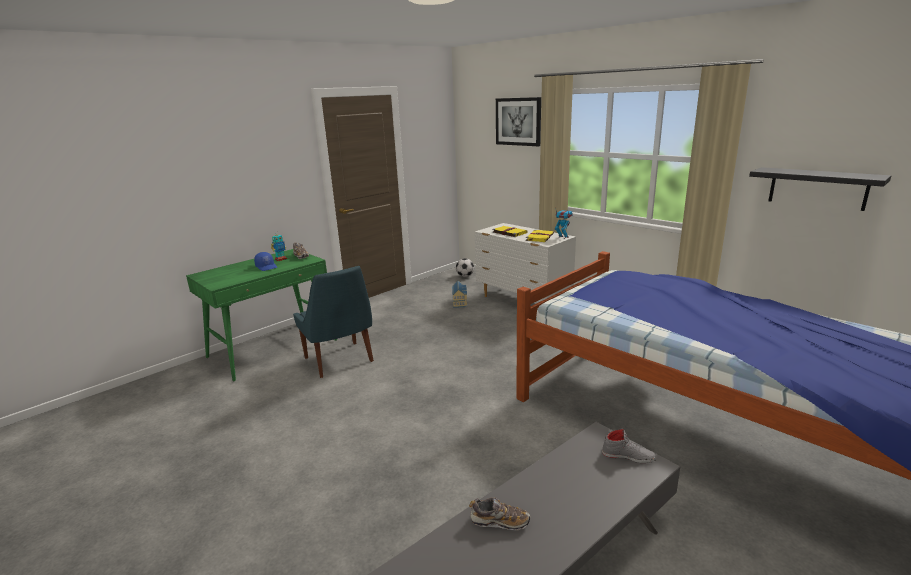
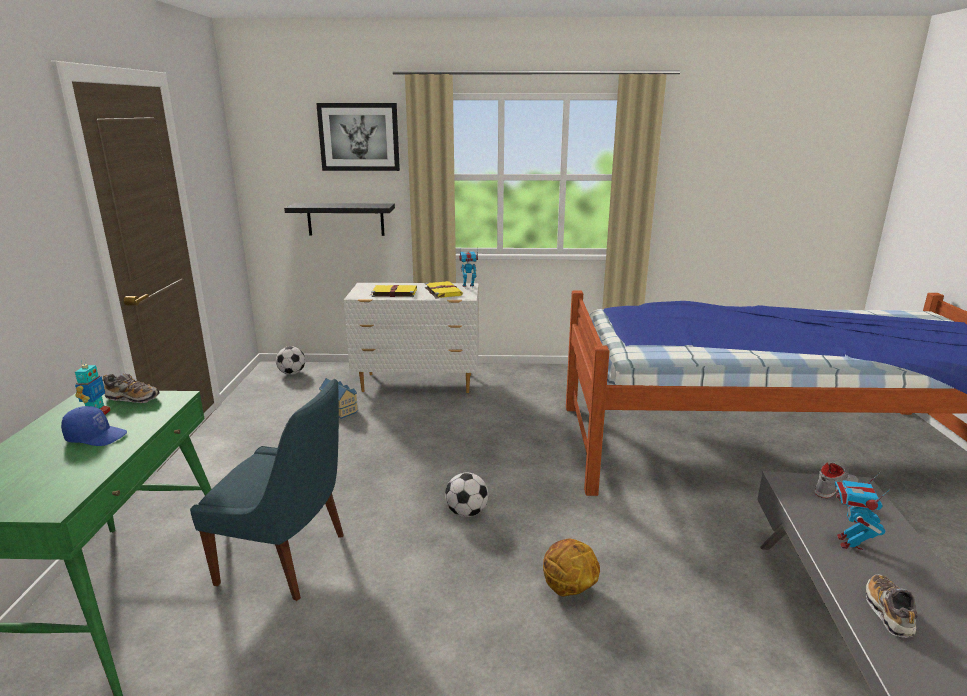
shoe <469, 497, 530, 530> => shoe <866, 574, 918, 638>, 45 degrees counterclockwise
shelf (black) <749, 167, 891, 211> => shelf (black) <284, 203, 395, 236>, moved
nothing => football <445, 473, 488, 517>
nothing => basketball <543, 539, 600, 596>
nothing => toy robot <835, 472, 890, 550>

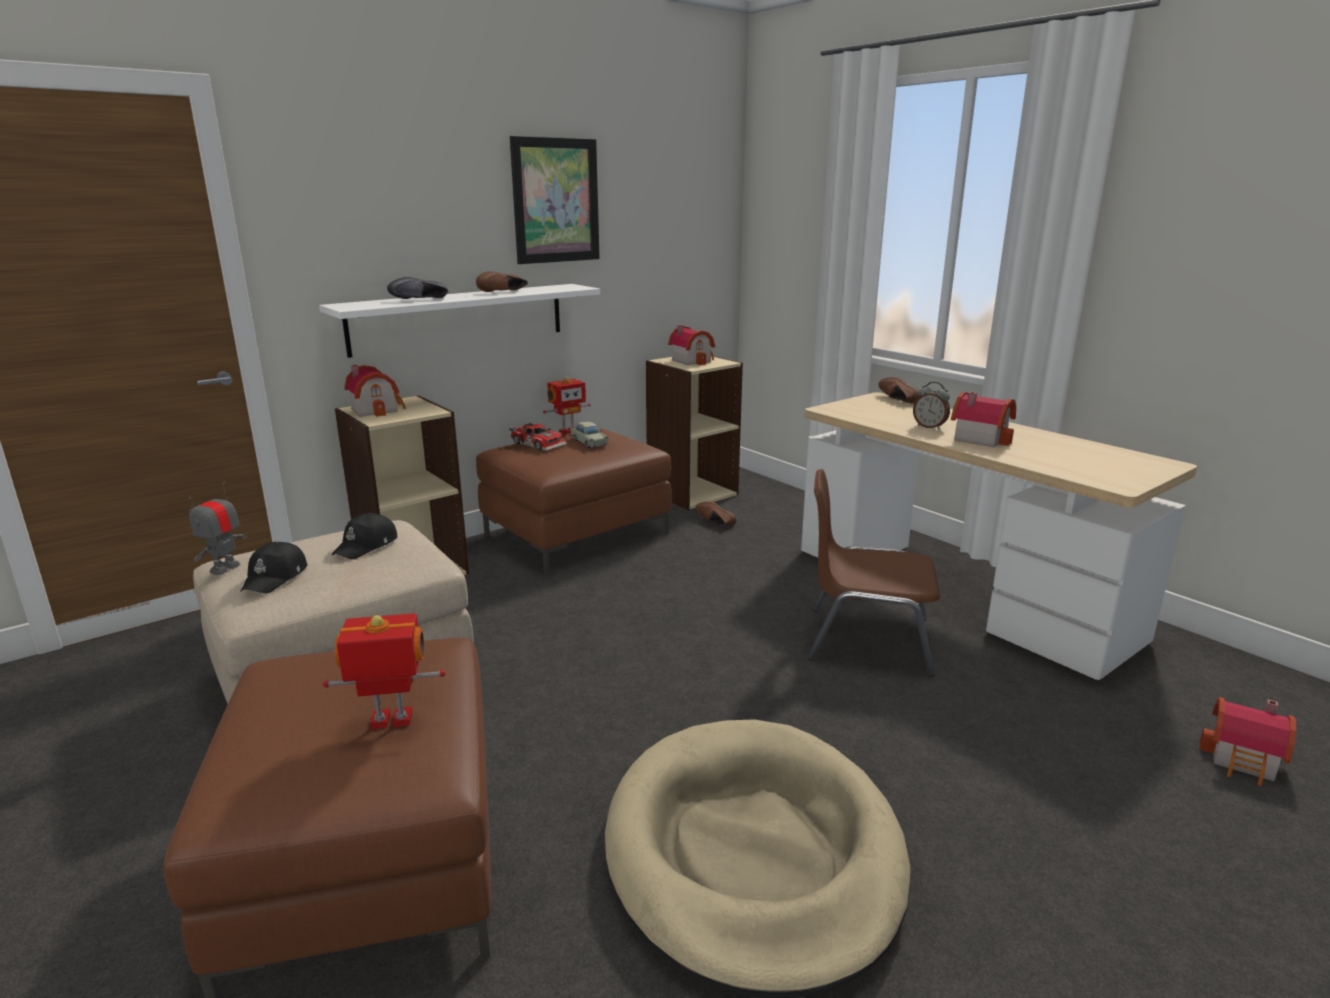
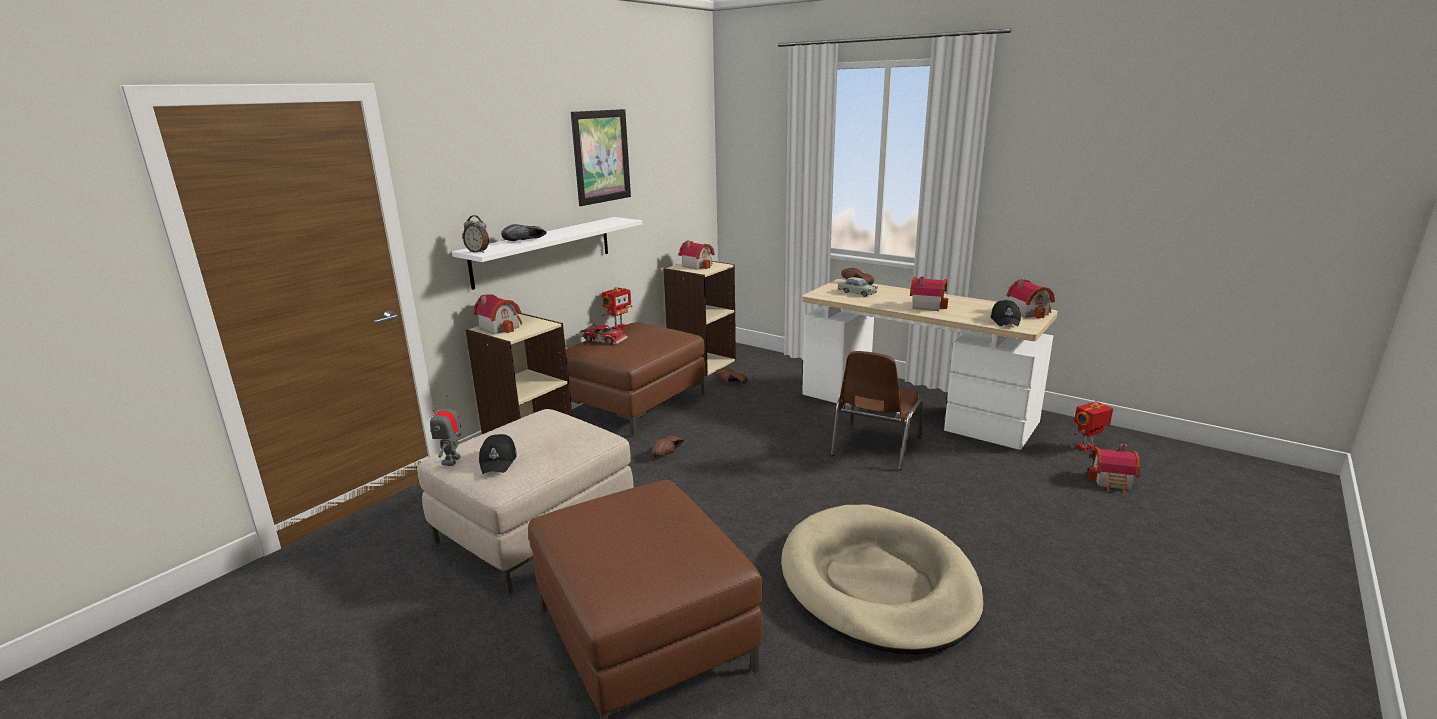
toy robot <323, 613, 446, 729> => toy robot <1074, 401, 1113, 451>, moved
cap (black) <332, 513, 397, 560> => cap (black) <991, 300, 1021, 327>, moved
shoe (brown) <476, 271, 528, 292> => shoe (brown) <653, 435, 684, 457>, moved
toy car (beige) <570, 422, 608, 448> => toy car (beige) <838, 277, 878, 297>, moved
chair (brown) <807, 469, 940, 677> => chair (brown) <831, 351, 923, 470>, 60 degrees counterclockwise
alarm clock <913, 382, 950, 430> => alarm clock <463, 215, 489, 253>, moved
nothing => toy house <1006, 279, 1055, 319>

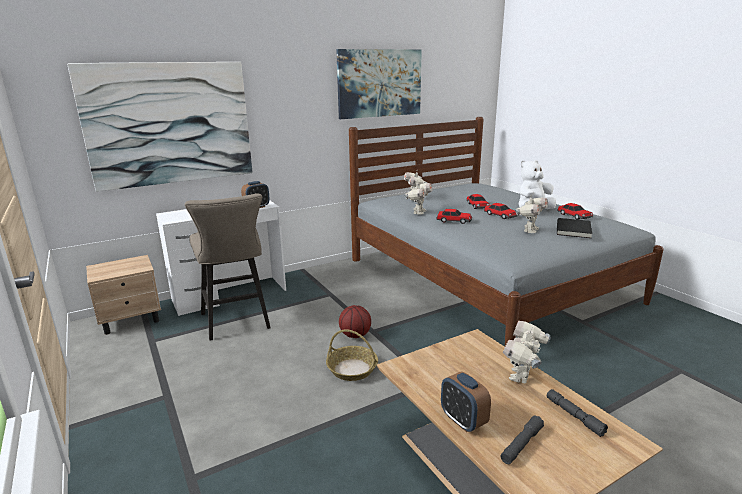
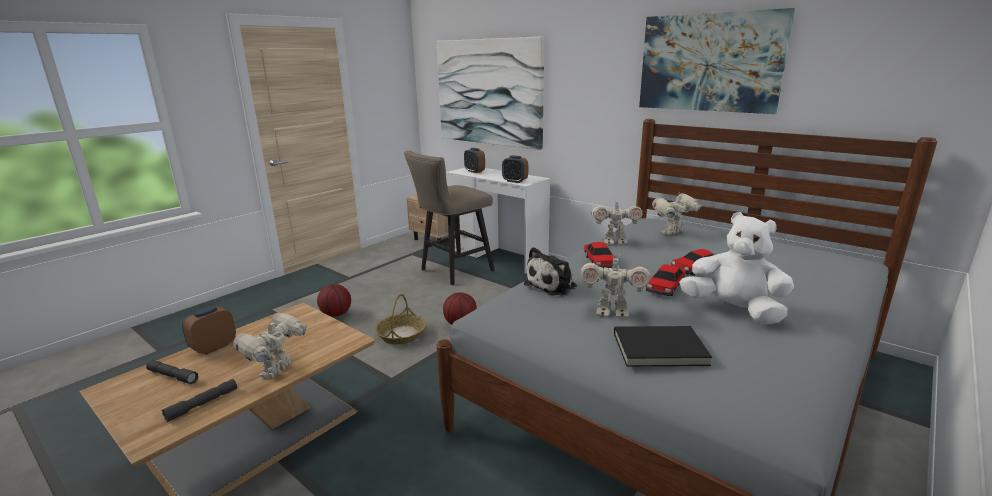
toy robot <503, 321, 551, 384> => toy robot <233, 313, 307, 379>, 75 degrees counterclockwise
toy car <557, 203, 593, 220> => nothing
nothing => basketball <317, 284, 351, 317>
nothing => alarm clock <464, 148, 485, 173>
nothing => plush toy <524, 247, 577, 296>

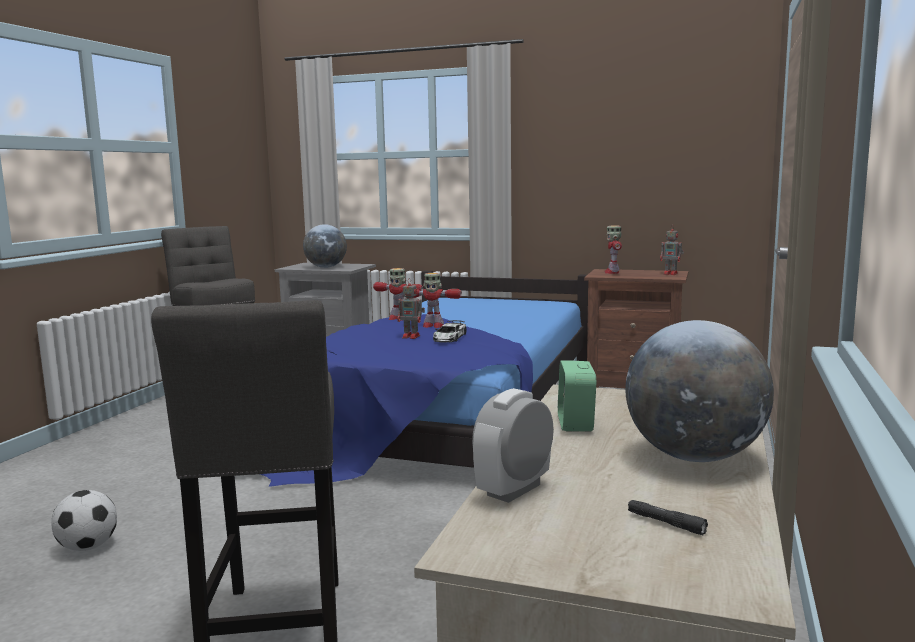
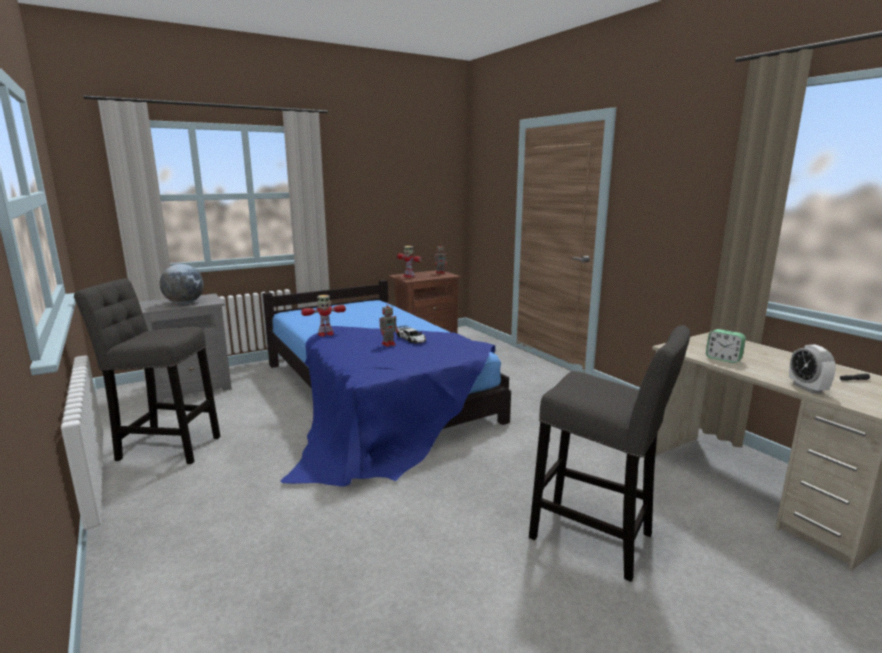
football <51, 490, 117, 551> => nothing
toy robot <406, 273, 462, 328> => nothing
globe <625, 320, 774, 462> => nothing

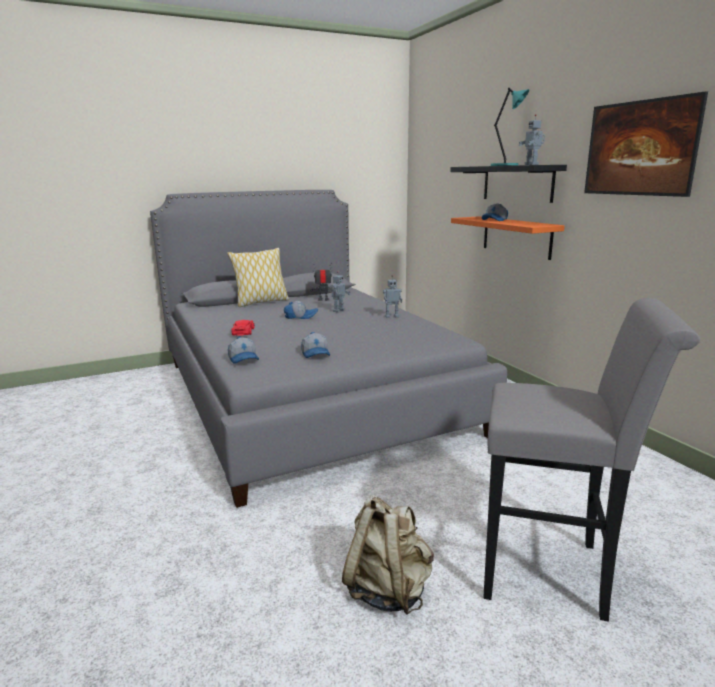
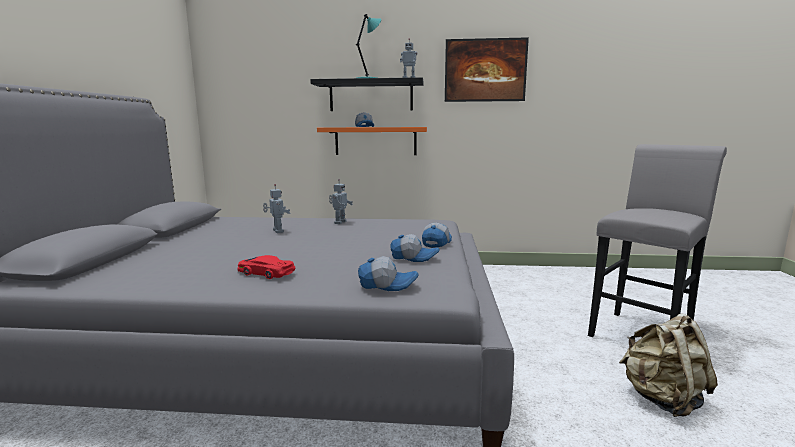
pillow <227, 248, 289, 307> => nothing
cap <284, 301, 318, 319> => cap <422, 223, 452, 248>, moved
toy robot <311, 263, 332, 301> => nothing

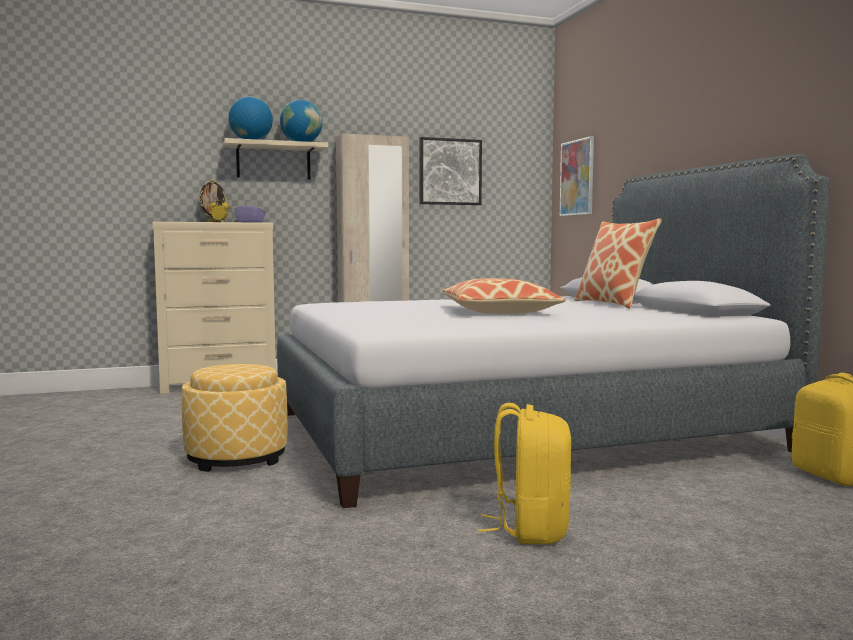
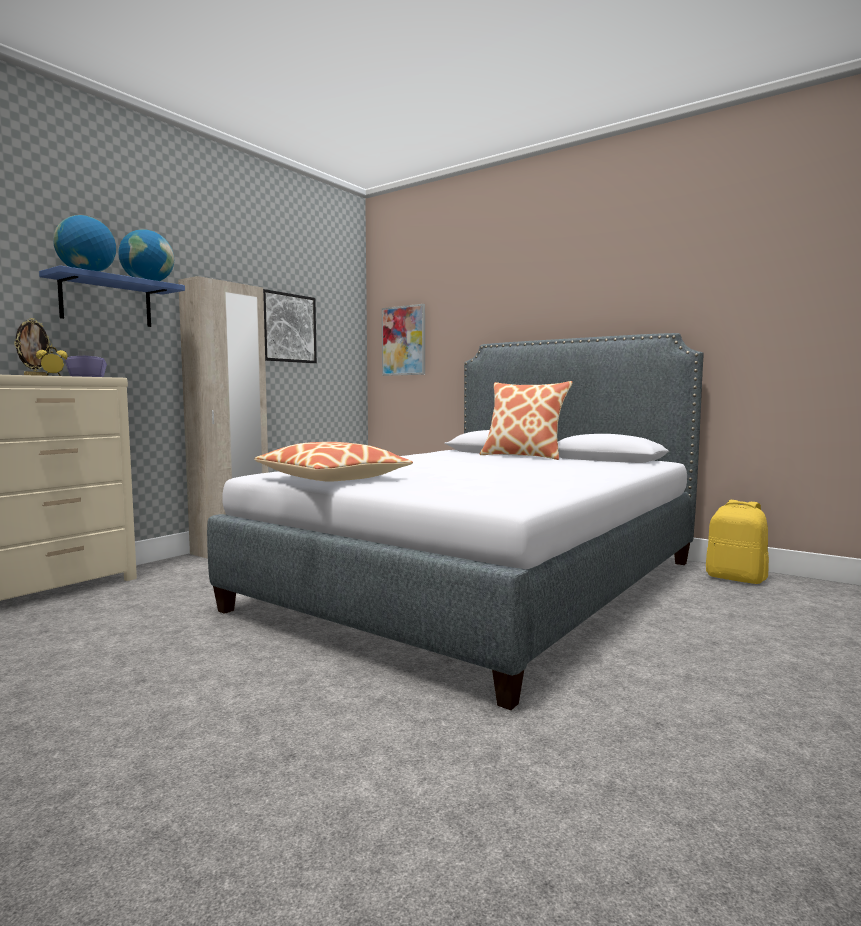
ottoman <182, 364, 288, 472> => nothing
shelf (beige) <223, 138, 328, 180> => shelf (blue) <39, 265, 185, 327>
pillow <442, 278, 566, 314> => pillow <254, 442, 413, 481>, moved
backpack (yellow) <478, 403, 571, 545> => nothing

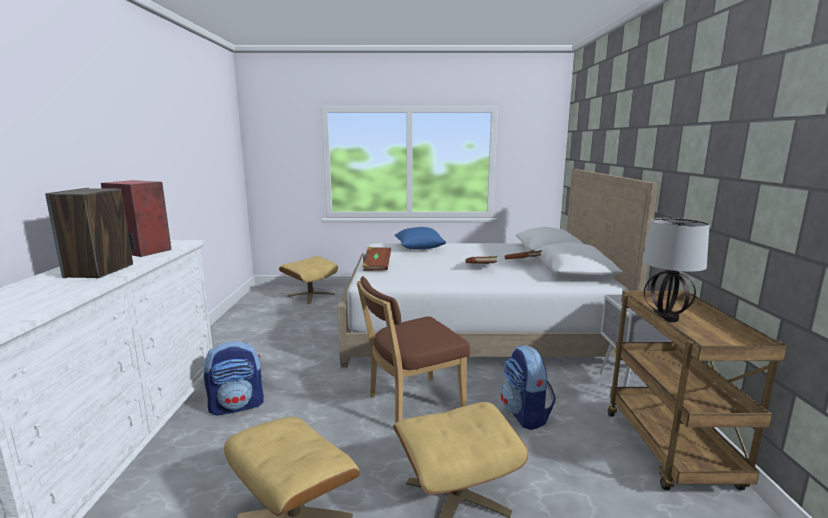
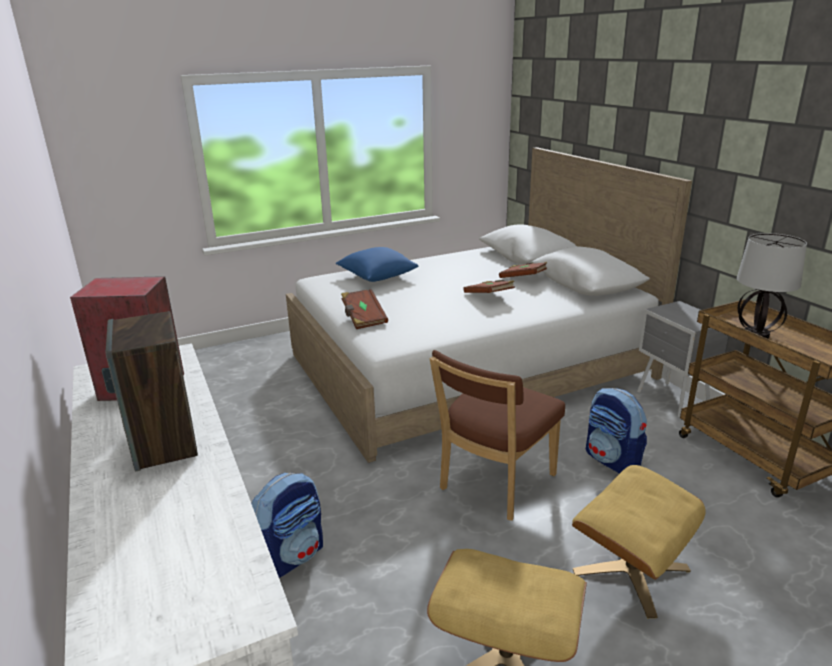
ottoman (beige) <279, 256, 338, 304> => nothing

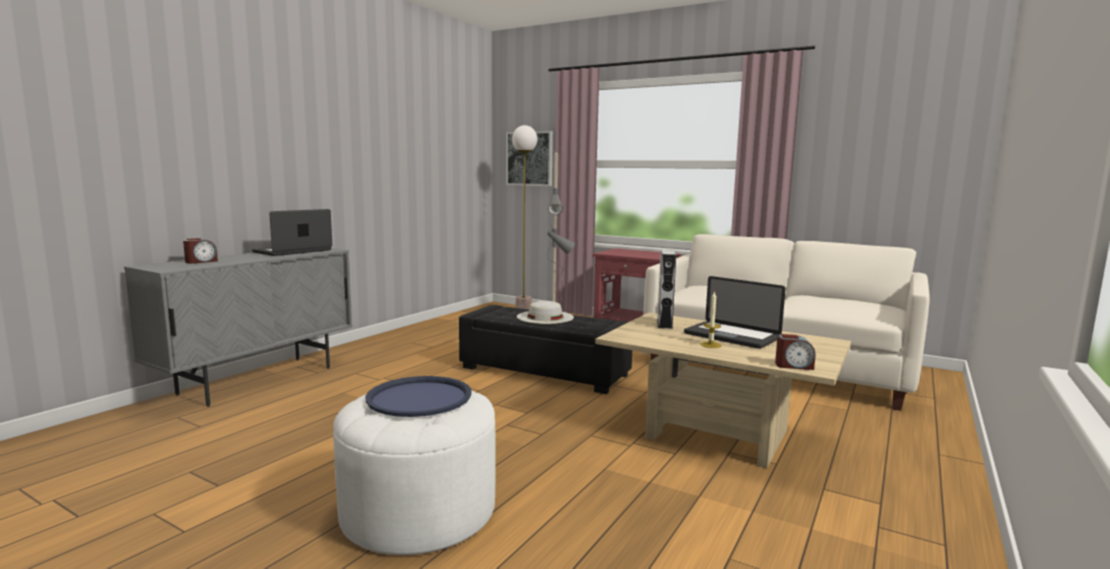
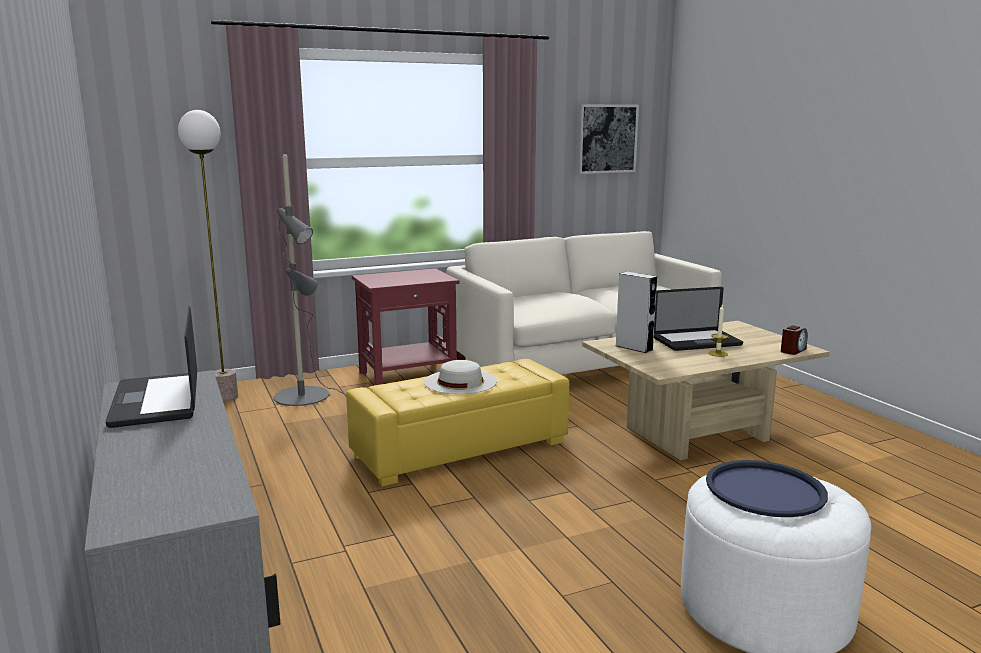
alarm clock <183, 238, 218, 264> => nothing
ottoman (black) <459, 305, 632, 394> => ottoman (yellow) <346, 359, 569, 486>
picture <506, 131, 553, 186> => picture <577, 104, 639, 174>, moved

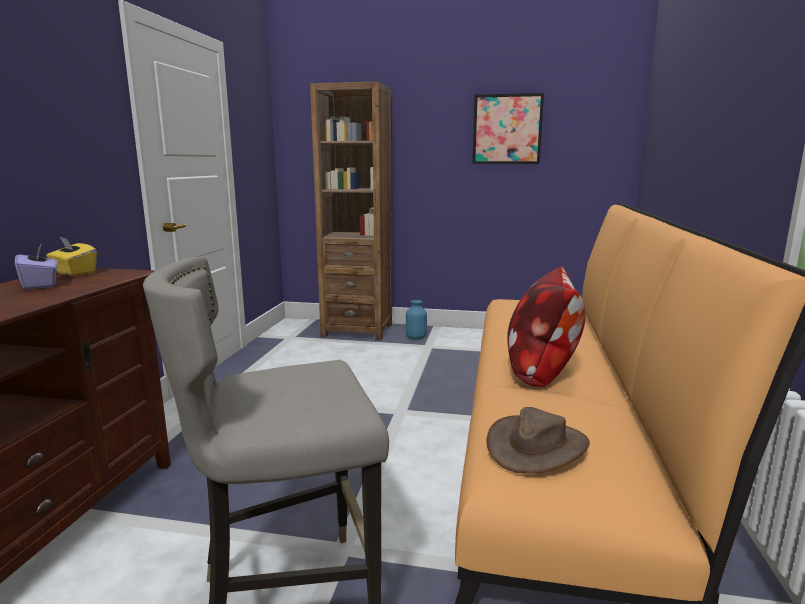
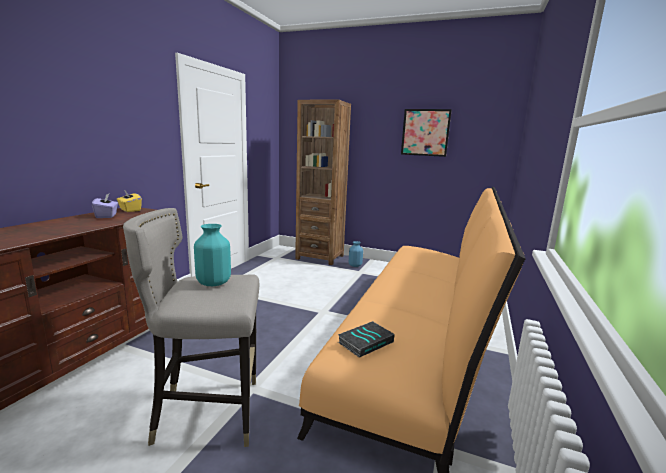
hat (brown) <486, 407, 590, 474> => book <338, 321, 395, 358>
pillow <507, 266, 586, 387> => nothing
nothing => vase (turquoise) <194, 224, 231, 286>

